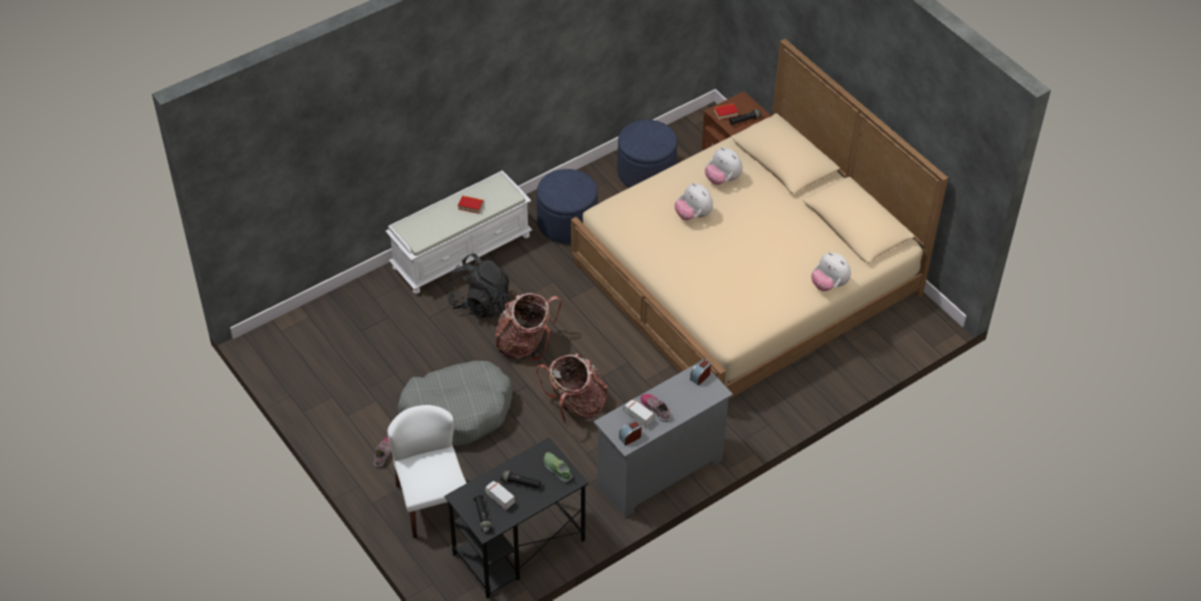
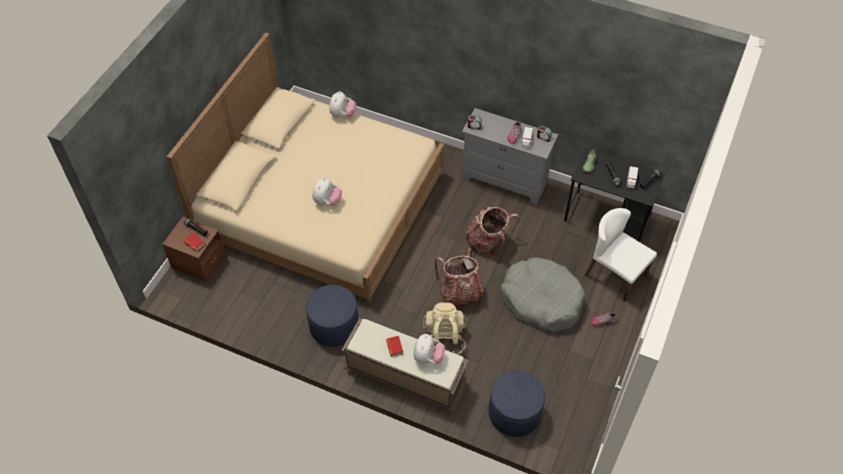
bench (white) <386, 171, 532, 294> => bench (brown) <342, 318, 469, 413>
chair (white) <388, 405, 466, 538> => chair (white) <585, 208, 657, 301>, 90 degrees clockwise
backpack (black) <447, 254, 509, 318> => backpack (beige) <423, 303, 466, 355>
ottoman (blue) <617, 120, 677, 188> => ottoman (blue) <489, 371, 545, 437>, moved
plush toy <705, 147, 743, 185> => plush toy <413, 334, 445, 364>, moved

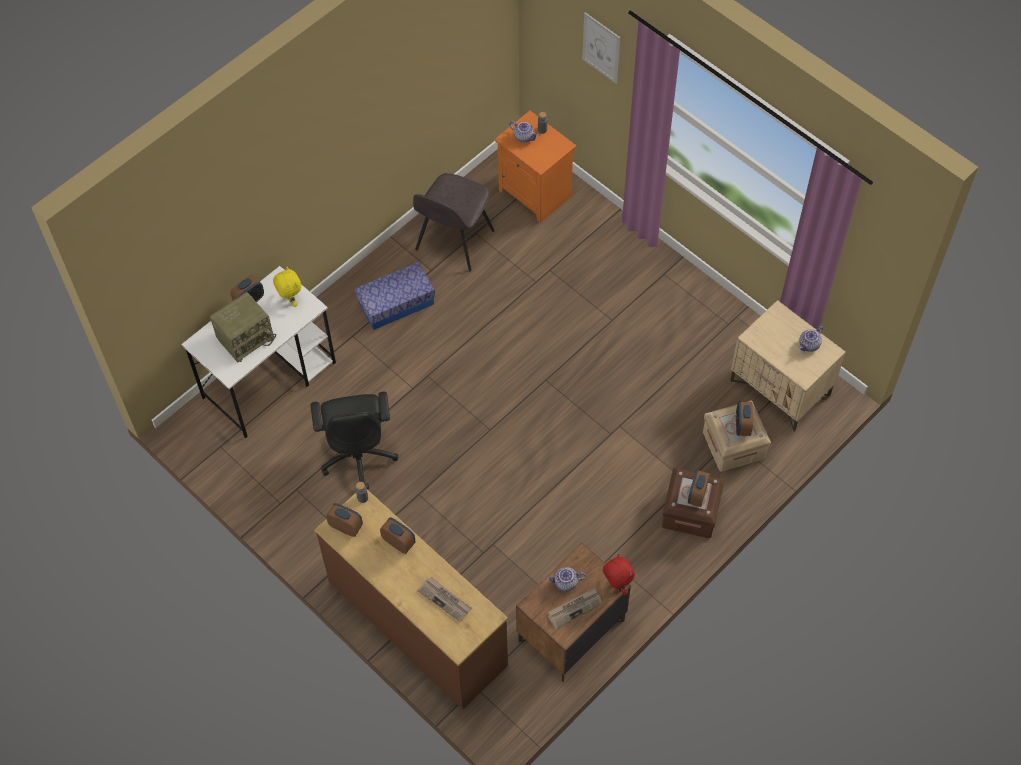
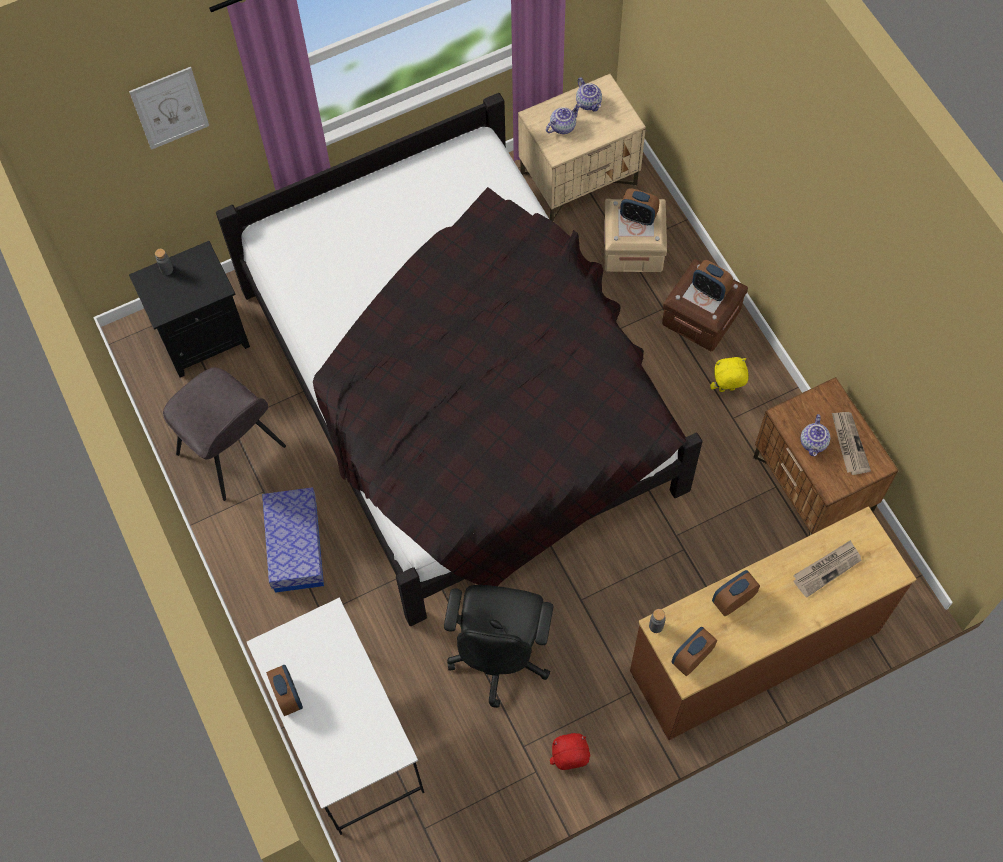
radio <210, 292, 276, 363> => nothing
plush toy (yellow) <273, 267, 301, 307> => plush toy (yellow) <710, 357, 748, 392>, moved
office chair (black) <311, 392, 399, 489> => office chair (black) <444, 585, 554, 708>, 90 degrees clockwise
nightstand (orange) <494, 111, 576, 223> => nightstand (black) <129, 241, 250, 377>
teapot <509, 121, 539, 143> => teapot <546, 103, 581, 134>, moved
plush toy (red) <603, 554, 635, 595> => plush toy (red) <550, 733, 590, 770>, moved
nothing => bed (black) <216, 93, 703, 626>

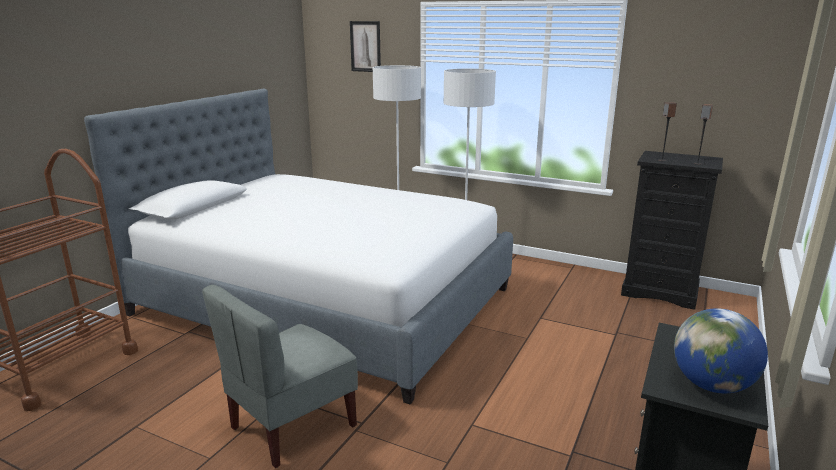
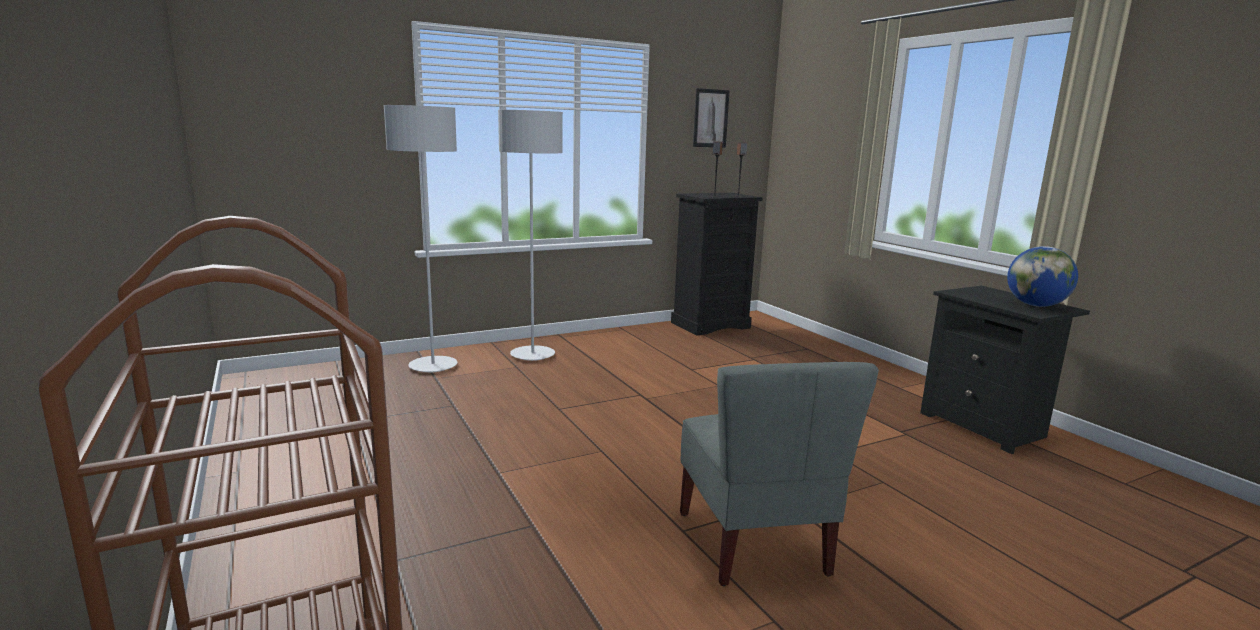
bed <84, 88, 513, 404> => nothing
picture <350, 21, 381, 72> => picture <693, 88, 730, 147>, moved

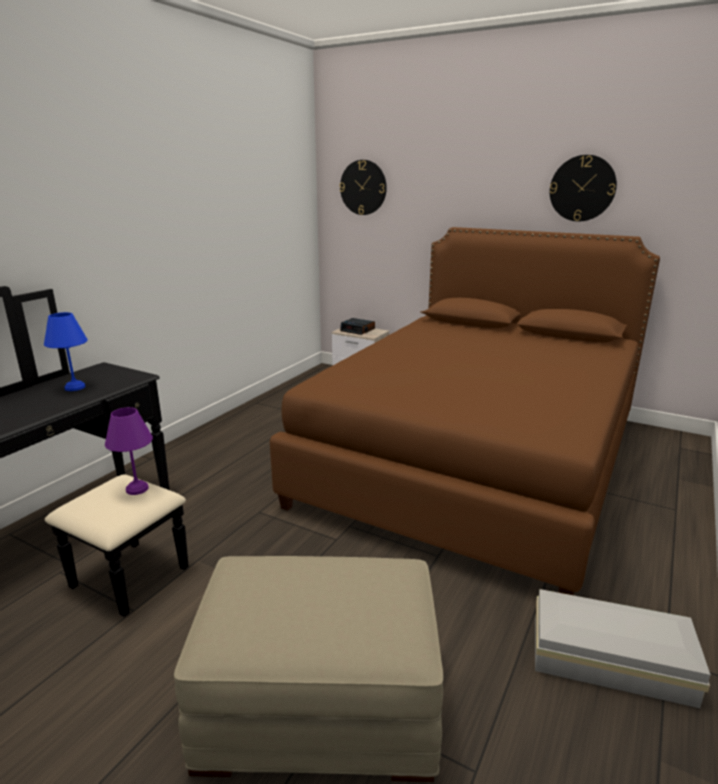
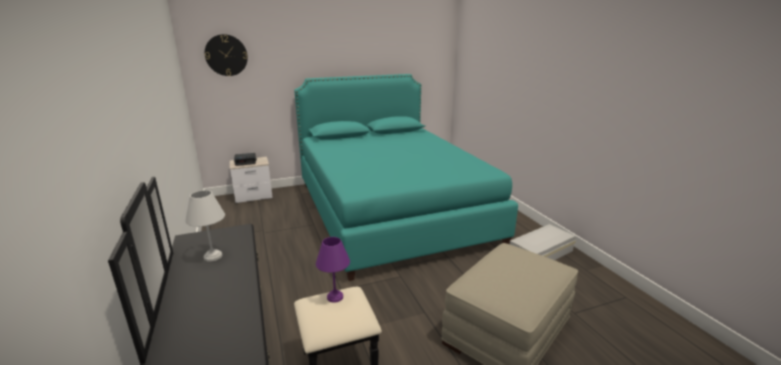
table lamp (blue) <44, 312, 88, 391> => table lamp (white) <185, 190, 225, 262>
bed (brown) <270, 227, 660, 595> => bed (turquoise) <294, 74, 518, 281>
wall clock <550, 155, 617, 221> => nothing

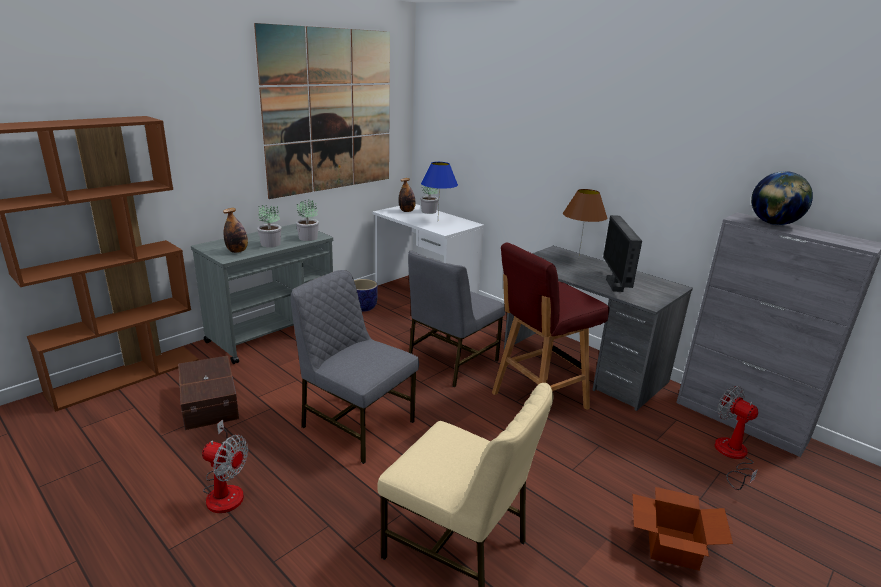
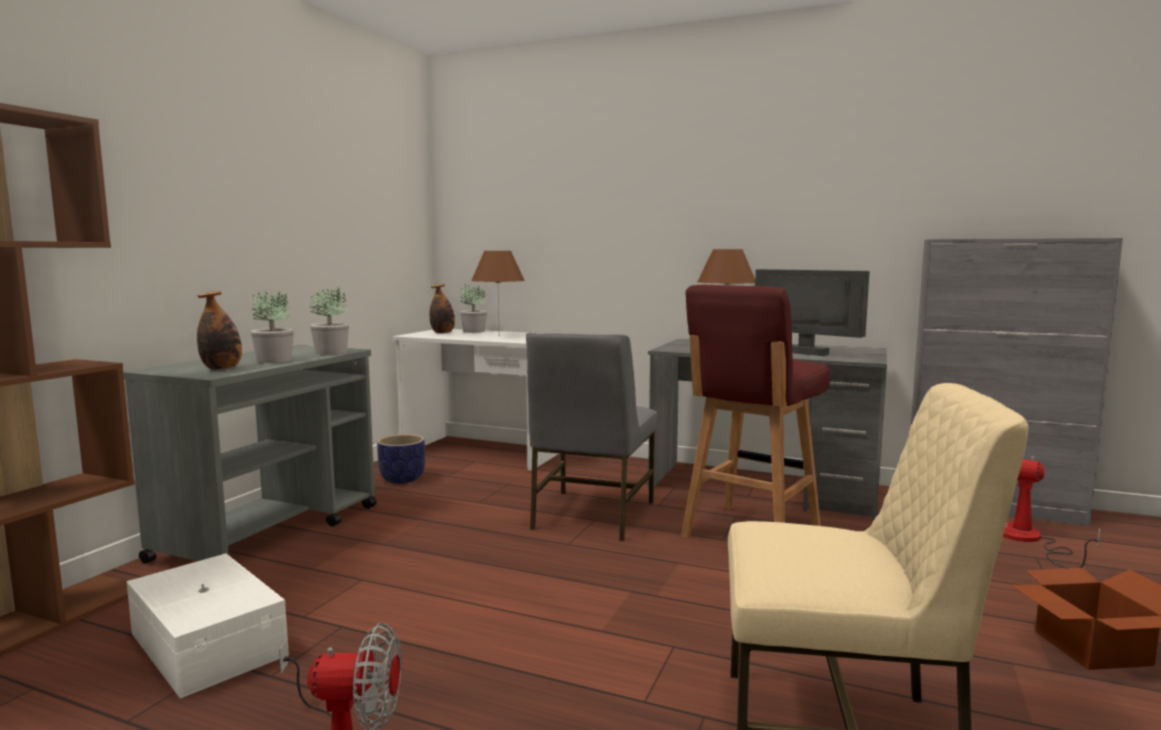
storage box (brown) <178, 356, 239, 430> => storage box (white) <127, 554, 289, 699>
picture <254, 23, 390, 199> => nothing
chair (grey) <291, 270, 419, 464> => nothing
table lamp (blue) <421, 162, 458, 212> => table lamp (brown) <471, 251, 525, 324>
monitor <603, 215, 642, 292> => monitor <755, 269, 869, 356>, 150 degrees clockwise
globe <751, 171, 813, 225> => nothing

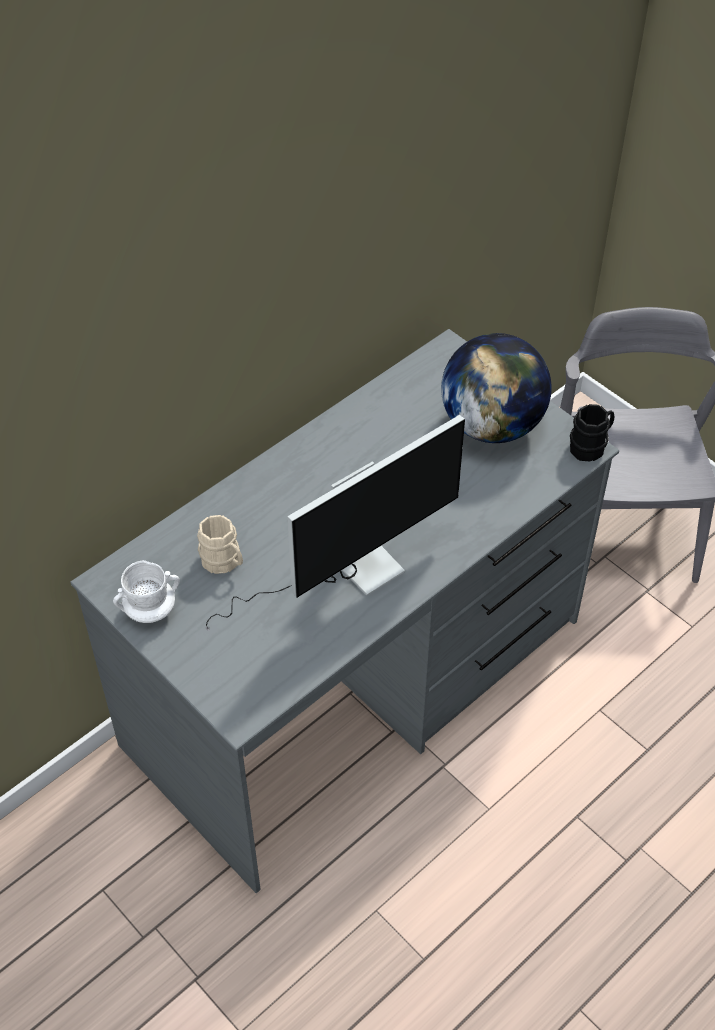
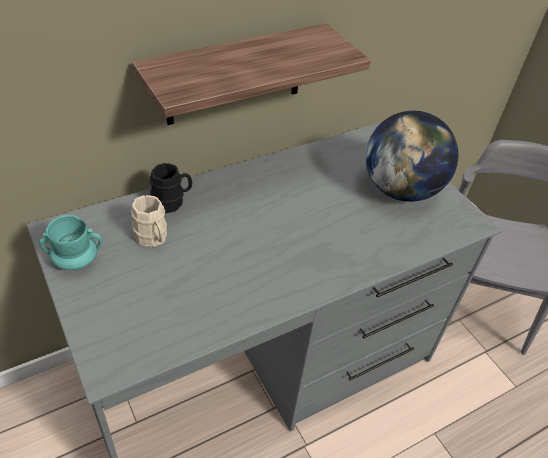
mug (white) <113, 560, 180, 623> => mug (turquoise) <39, 215, 103, 270>
monitor <206, 415, 465, 631> => nothing
mug (black) <570, 404, 614, 462> => mug (black) <150, 163, 192, 213>, moved
nothing => shelf <132, 23, 371, 125>

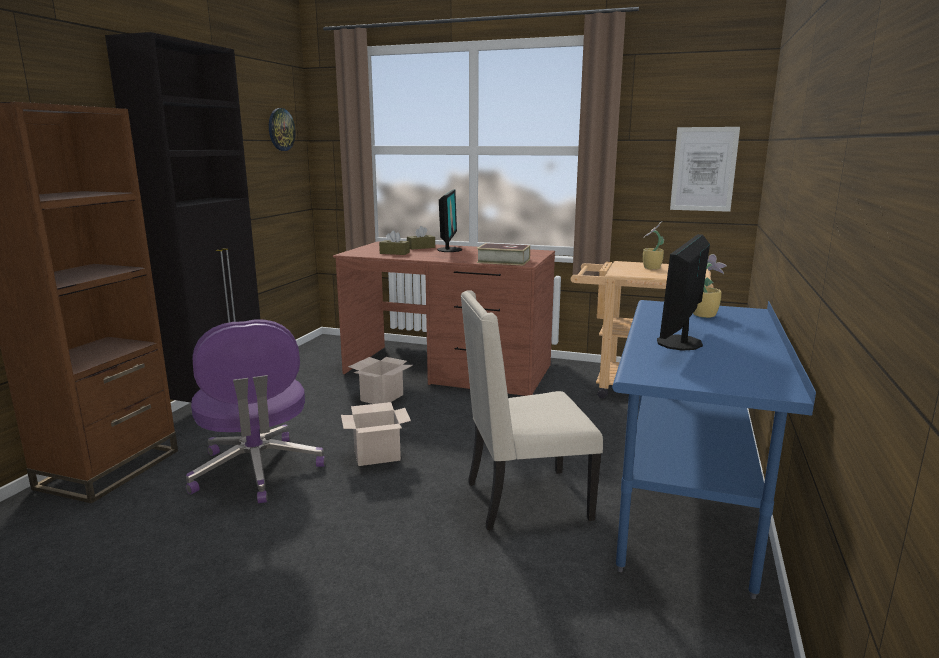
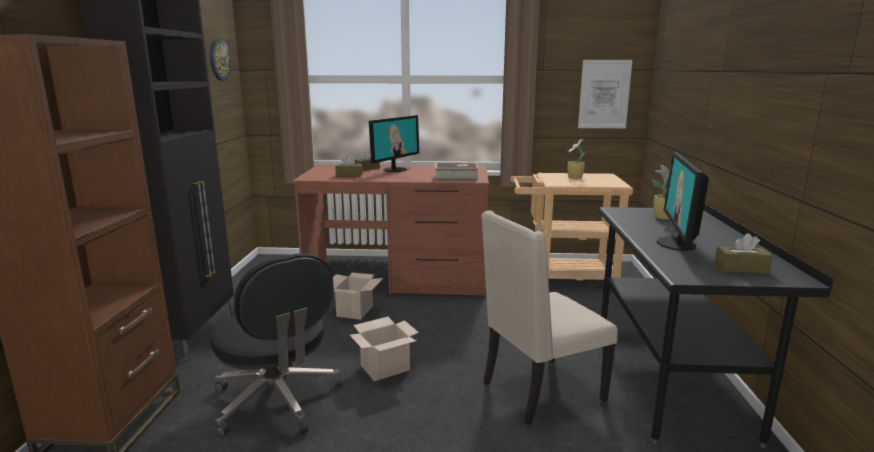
office chair (purple) <186, 320, 325, 503> => office chair (black) <210, 253, 343, 437>
monitor <437, 189, 462, 252> => monitor <369, 115, 419, 172>, 45 degrees clockwise
desk (blue) <612, 300, 816, 599> => desk (black) <598, 204, 834, 448>
nothing => tissue box (brown) <714, 233, 773, 274>

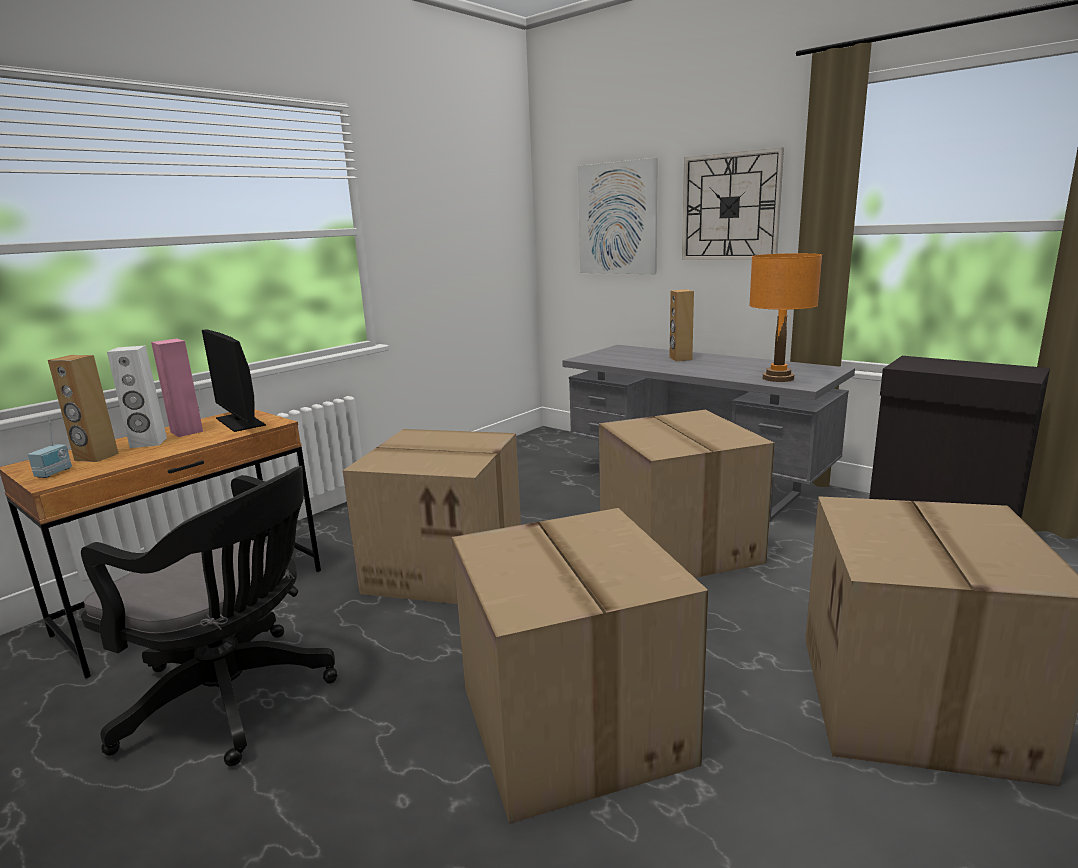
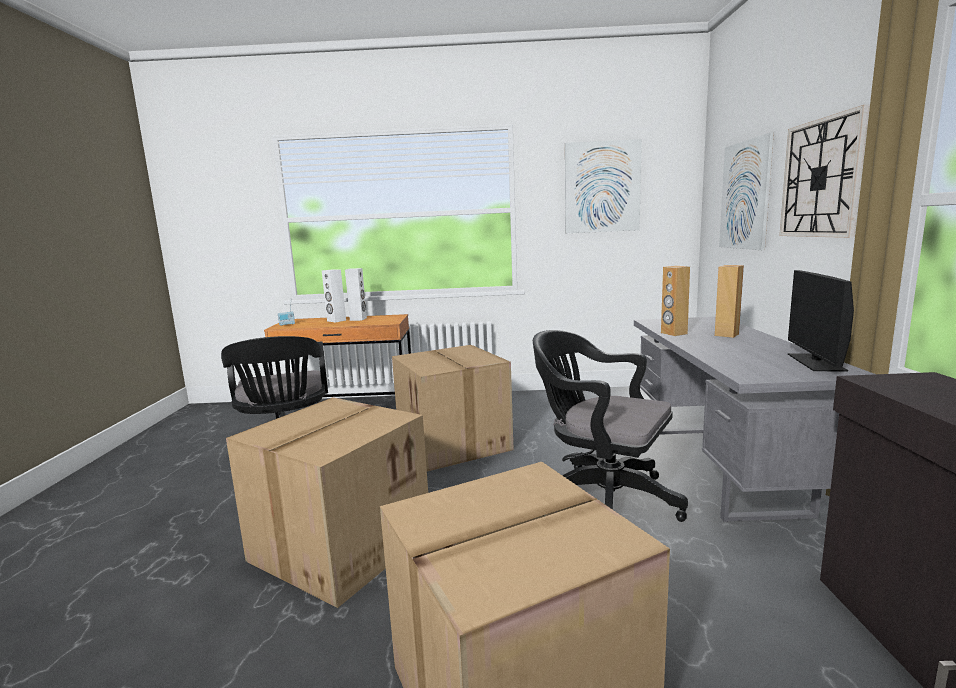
speaker (brown) <48, 355, 119, 462> => speaker (brown) <661, 266, 690, 336>, moved
speaker (pink) <151, 338, 203, 437> => speaker (white) <345, 268, 367, 321>
monitor <202, 329, 266, 432> => monitor <788, 270, 854, 372>, moved
cardboard box <599, 410, 775, 578> => office chair (black) <533, 330, 688, 522>
table lamp (orange) <749, 253, 822, 382> => nothing
nothing => picture <565, 139, 642, 233>

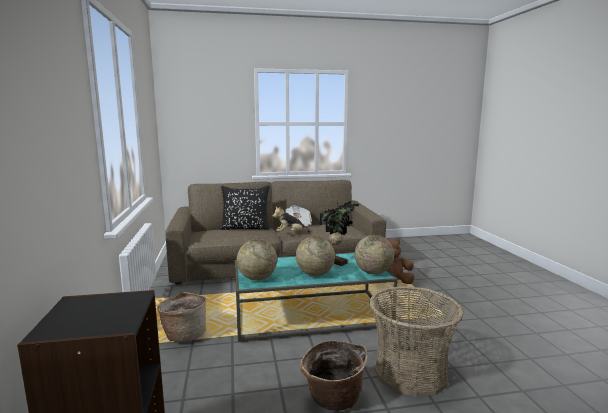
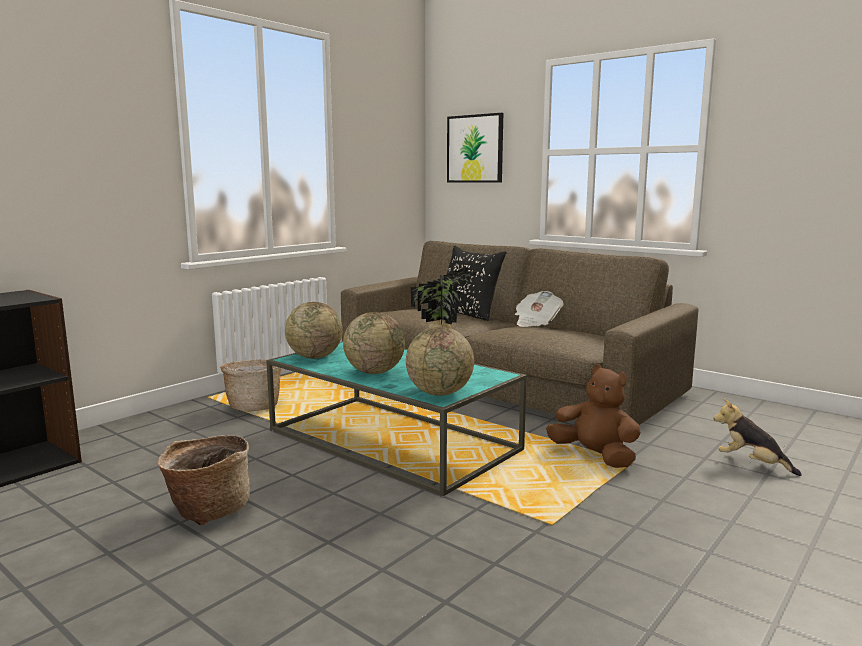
plush toy <273, 206, 311, 233> => plush toy <713, 399, 802, 476>, moved
basket <369, 286, 464, 397> => nothing
nothing => picture <447, 113, 503, 183>

